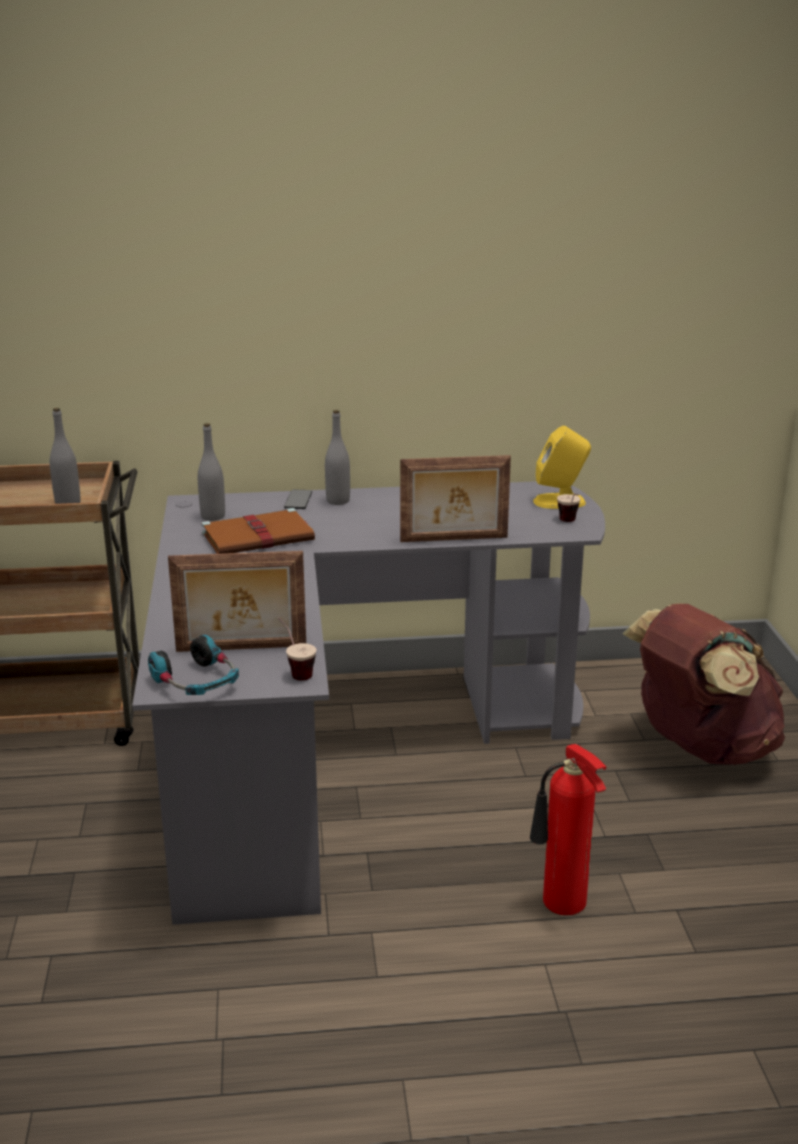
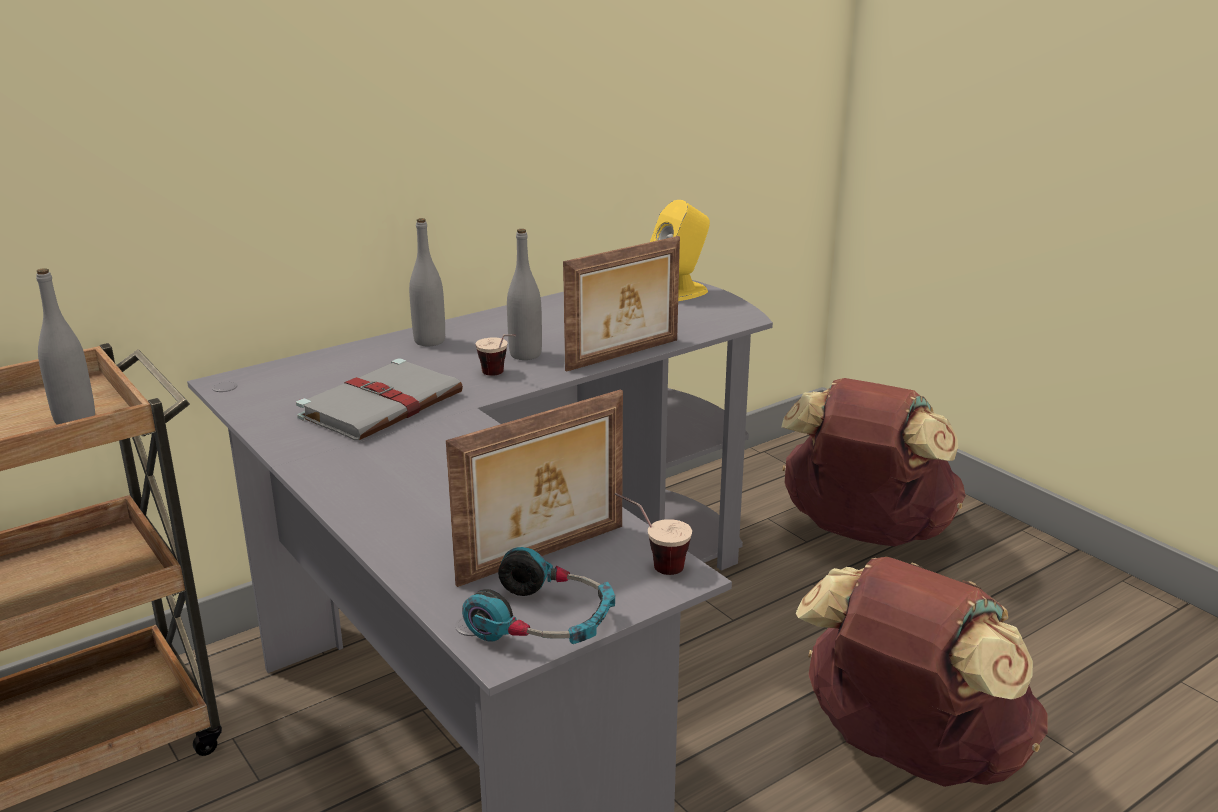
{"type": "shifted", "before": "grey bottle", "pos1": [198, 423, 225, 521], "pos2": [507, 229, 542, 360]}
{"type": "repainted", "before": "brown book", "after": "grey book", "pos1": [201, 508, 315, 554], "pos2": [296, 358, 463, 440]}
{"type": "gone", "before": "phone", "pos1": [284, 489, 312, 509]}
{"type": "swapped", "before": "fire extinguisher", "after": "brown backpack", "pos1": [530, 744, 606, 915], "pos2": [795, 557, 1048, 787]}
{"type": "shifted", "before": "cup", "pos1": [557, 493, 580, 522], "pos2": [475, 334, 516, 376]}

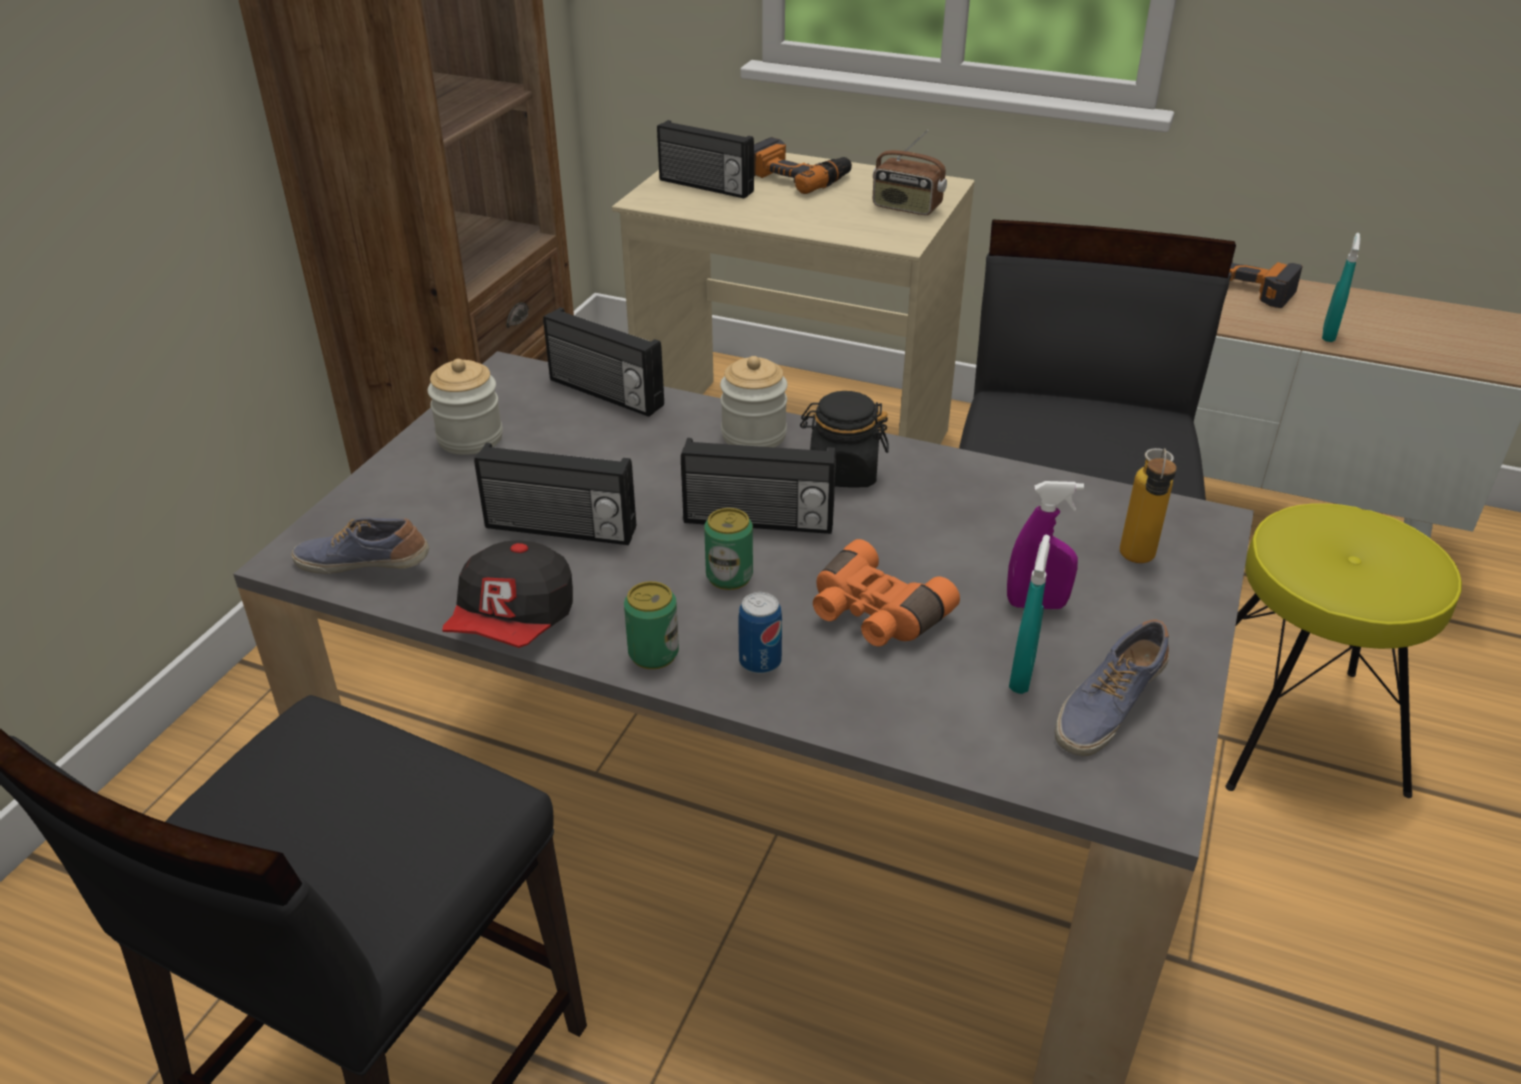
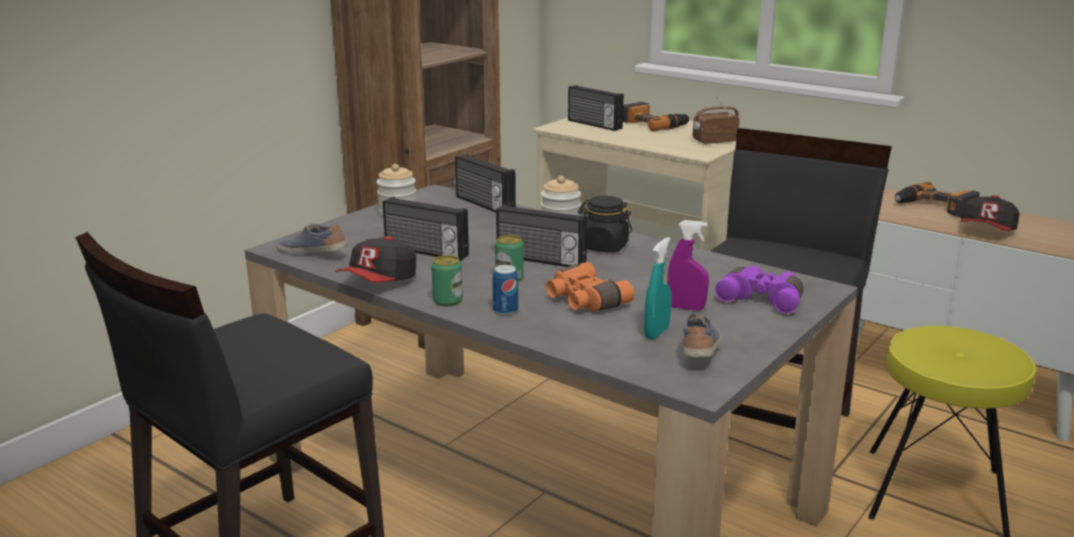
{"type": "rotated", "before": "radio", "pos1": [873, 130, 947, 215], "pos2": [693, 95, 740, 145], "turn": 120}
{"type": "rotated", "before": "shoe", "pos1": [1055, 619, 1169, 757], "pos2": [683, 313, 722, 357], "turn": 135}
{"type": "swapped", "before": "bottle", "after": "purple binoculars", "pos1": [1120, 448, 1177, 563], "pos2": [715, 266, 803, 314]}
{"type": "swapped", "before": "turquoise spray bottle", "after": "cap", "pos1": [1322, 233, 1361, 342], "pos2": [961, 195, 1020, 231]}

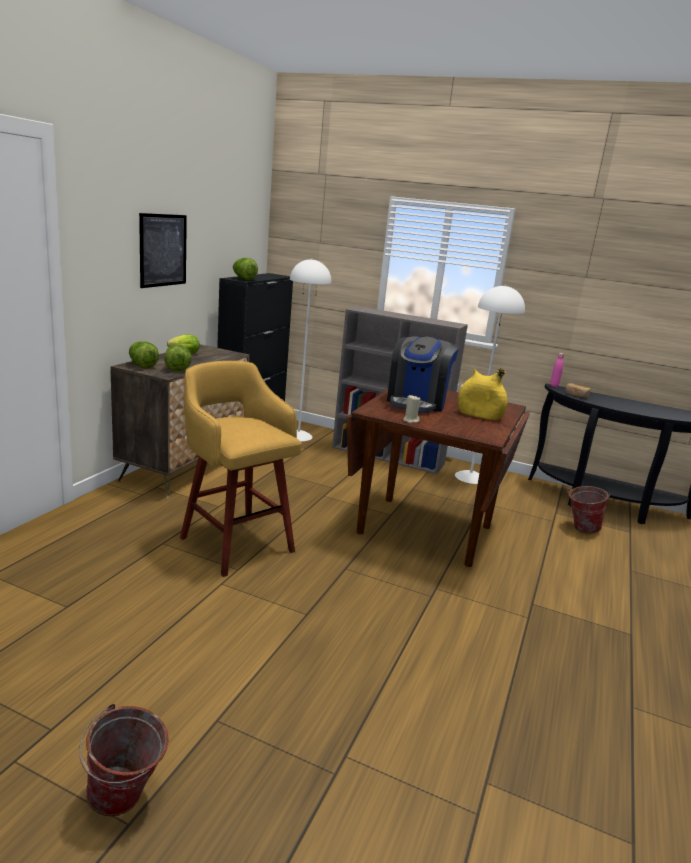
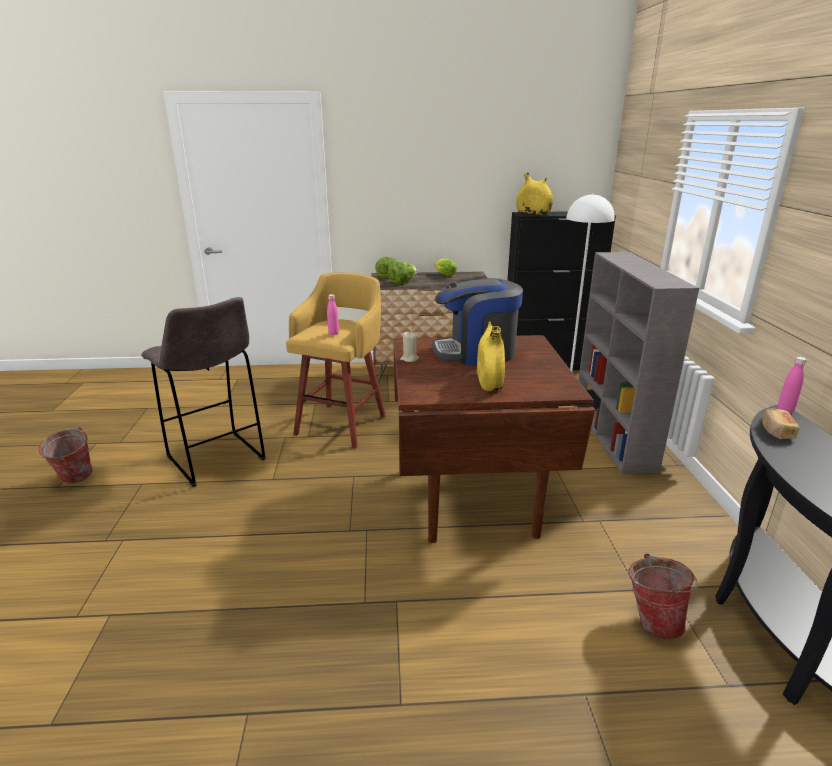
{"type": "gone", "before": "picture", "pos1": [139, 213, 187, 288]}
{"type": "swapped", "before": "lettuce", "after": "yellow vase", "pos1": [233, 258, 258, 280], "pos2": [516, 172, 553, 215]}
{"type": "gone", "before": "white floor lamp", "pos1": [455, 285, 525, 484]}
{"type": "new", "after": "grey stool", "pos2": [141, 297, 266, 487]}
{"type": "new", "after": "pink bottle", "pos2": [327, 294, 339, 335]}

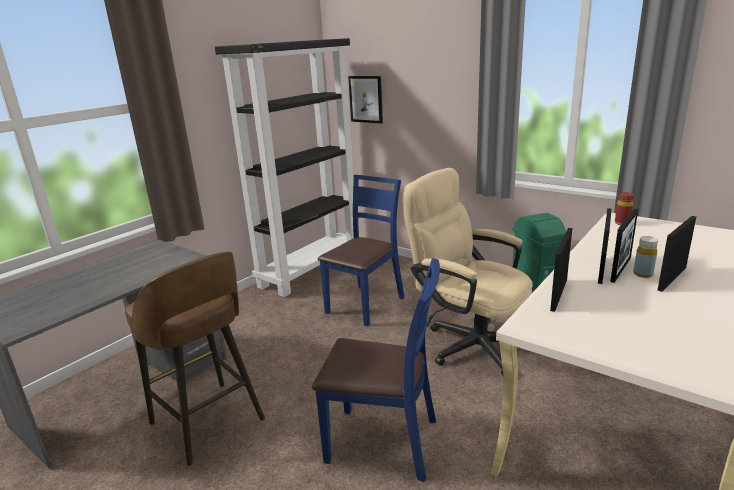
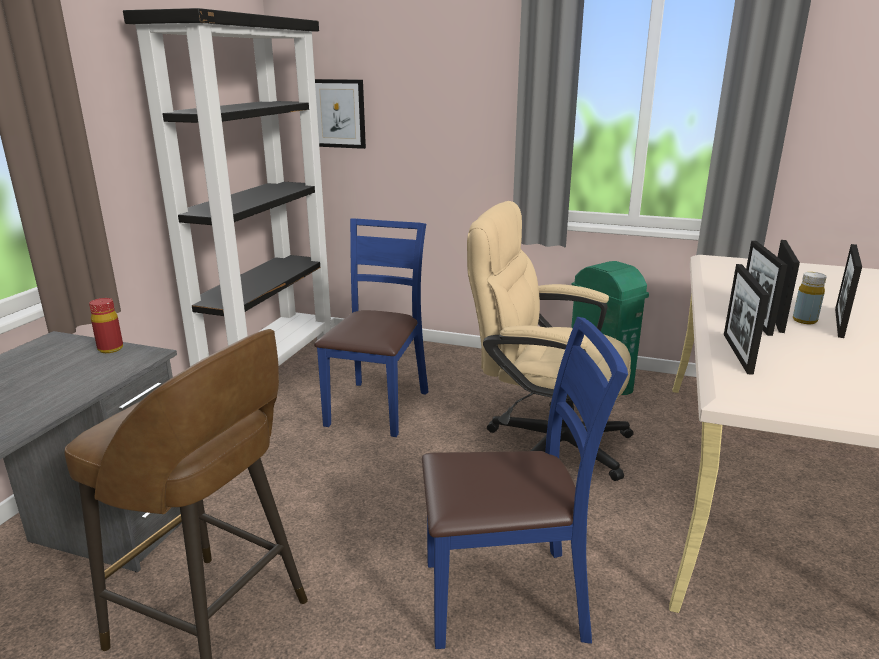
{"type": "shifted", "before": "red bottle", "pos1": [615, 192, 634, 225], "pos2": [89, 298, 123, 353]}

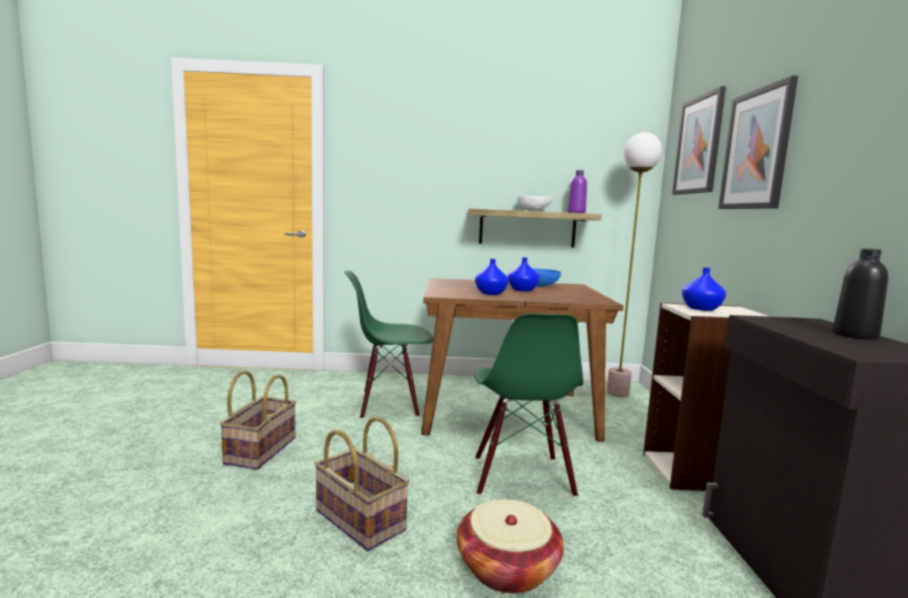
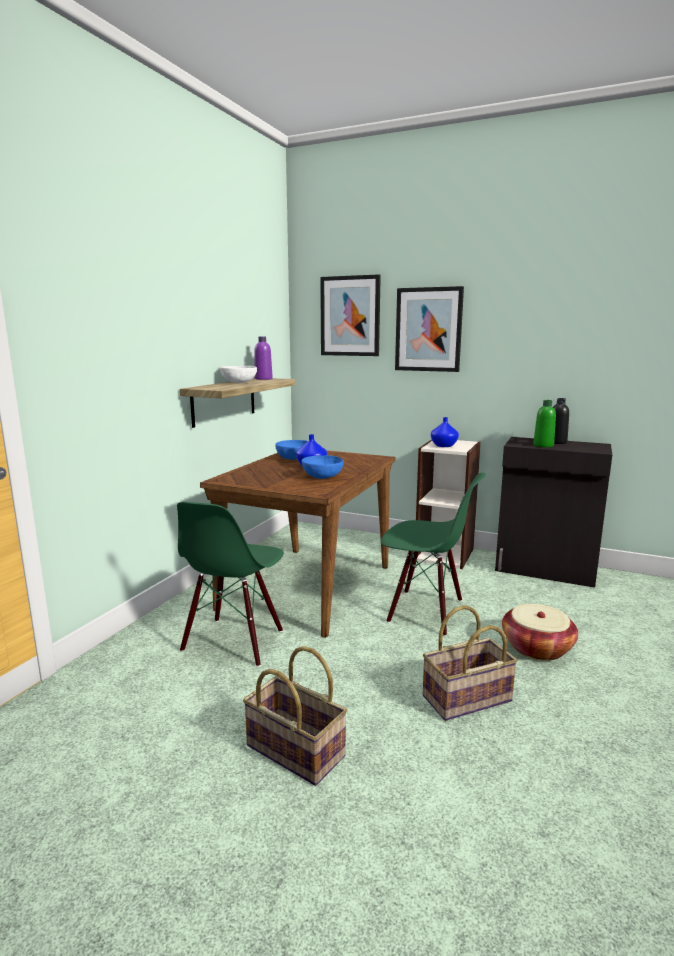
{"type": "swapped", "before": "blue vase", "after": "blue bowl", "pos1": [475, 259, 509, 295], "pos2": [302, 455, 344, 479]}
{"type": "gone", "before": "floor lamp", "pos1": [607, 132, 662, 397]}
{"type": "new", "after": "green bottle", "pos2": [533, 400, 556, 447]}

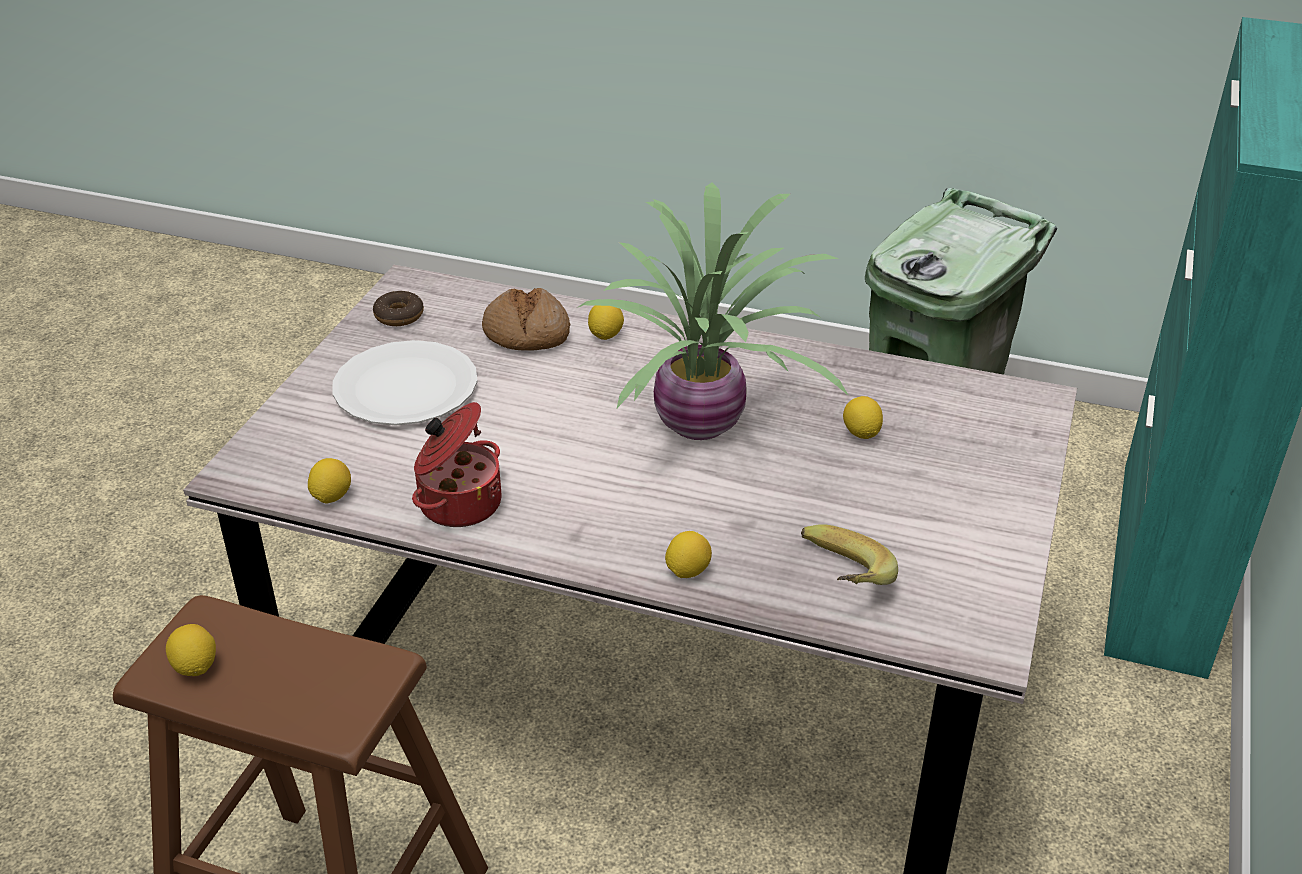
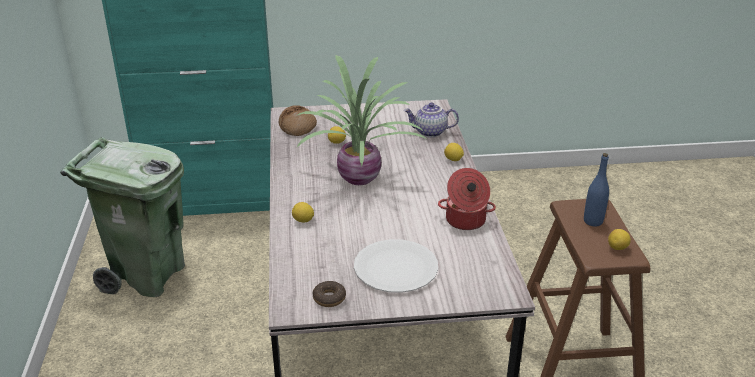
{"type": "gone", "before": "lemon", "pos1": [308, 458, 351, 503]}
{"type": "shifted", "before": "bread", "pos1": [482, 288, 571, 351], "pos2": [278, 105, 317, 136]}
{"type": "swapped", "before": "banana", "after": "teapot", "pos1": [801, 524, 898, 585], "pos2": [404, 102, 459, 137]}
{"type": "new", "after": "blue bottle", "pos2": [584, 153, 609, 226]}

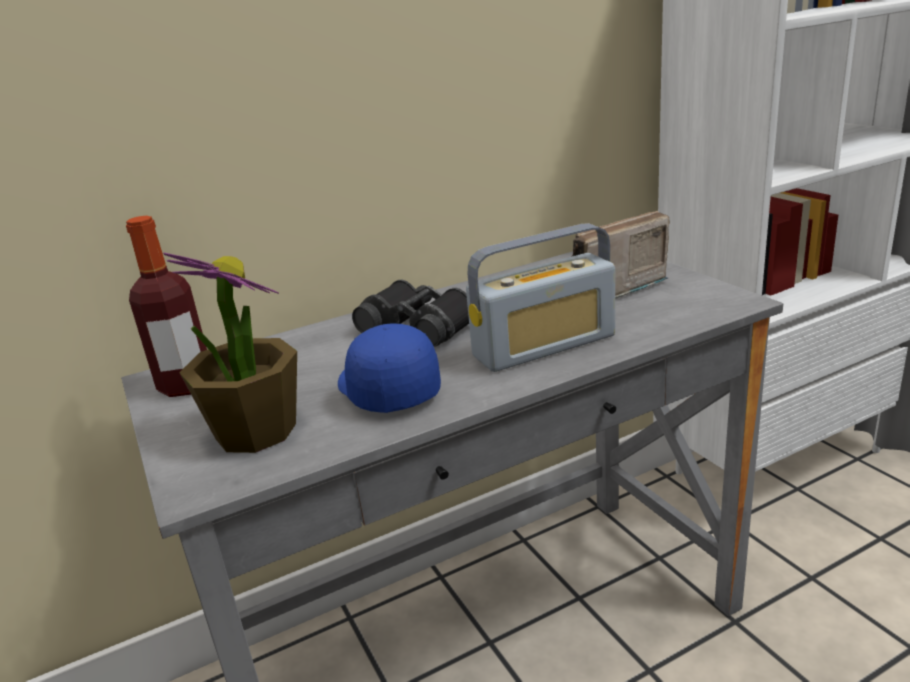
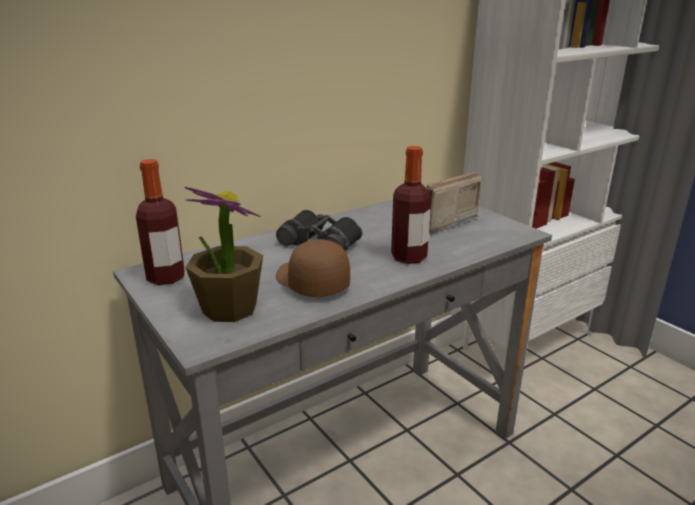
{"type": "repainted", "before": "blue cap", "after": "brown cap", "pos1": [338, 323, 441, 413], "pos2": [276, 239, 350, 298]}
{"type": "swapped", "before": "radio", "after": "bottle", "pos1": [466, 223, 615, 372], "pos2": [391, 146, 431, 264]}

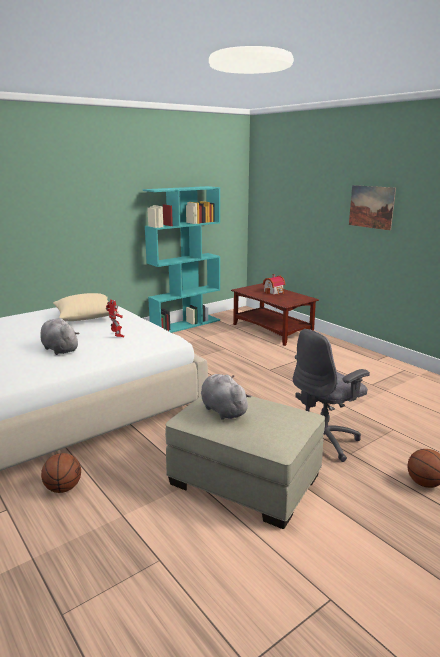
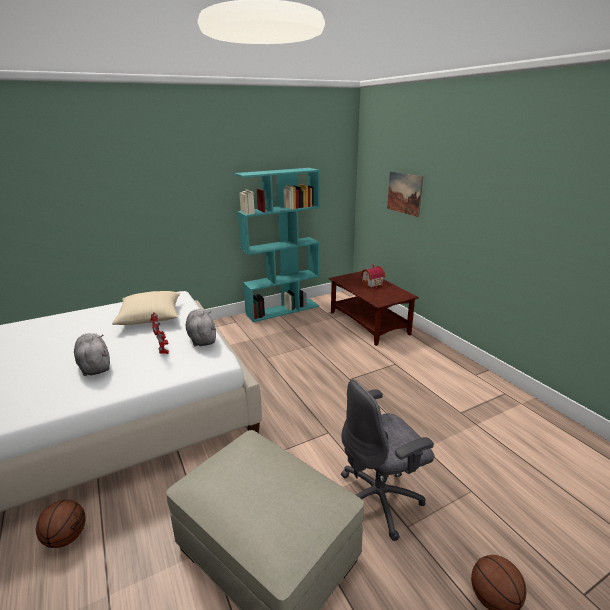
{"type": "shifted", "before": "grey plush toy", "pos1": [201, 374, 251, 420], "pos2": [186, 309, 216, 347]}
{"type": "shifted", "before": "picture", "pos1": [349, 185, 396, 231], "pos2": [387, 171, 423, 217]}

